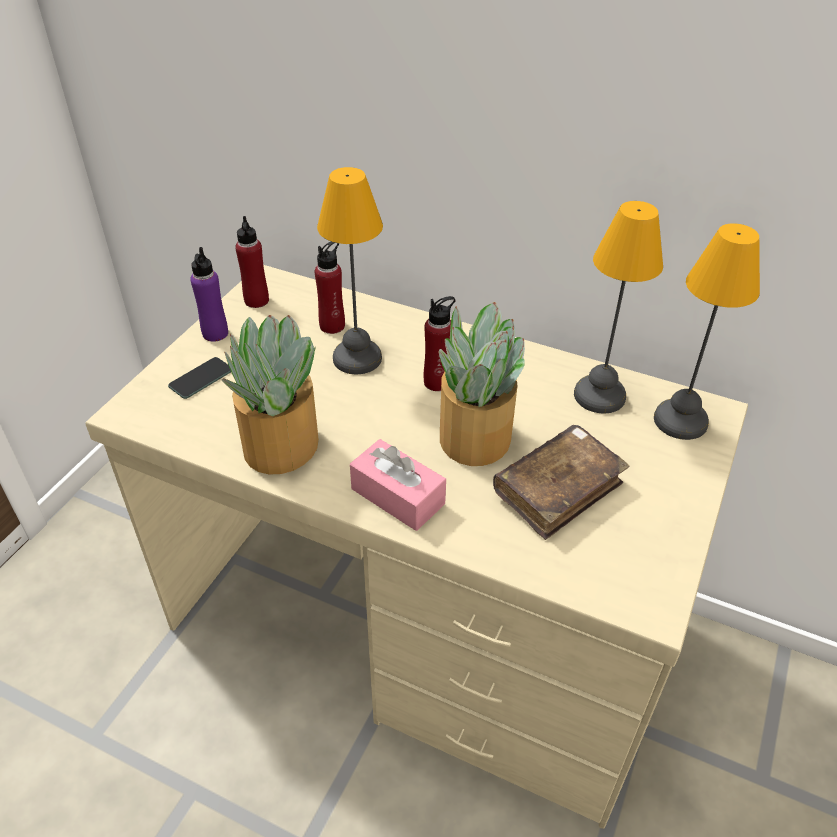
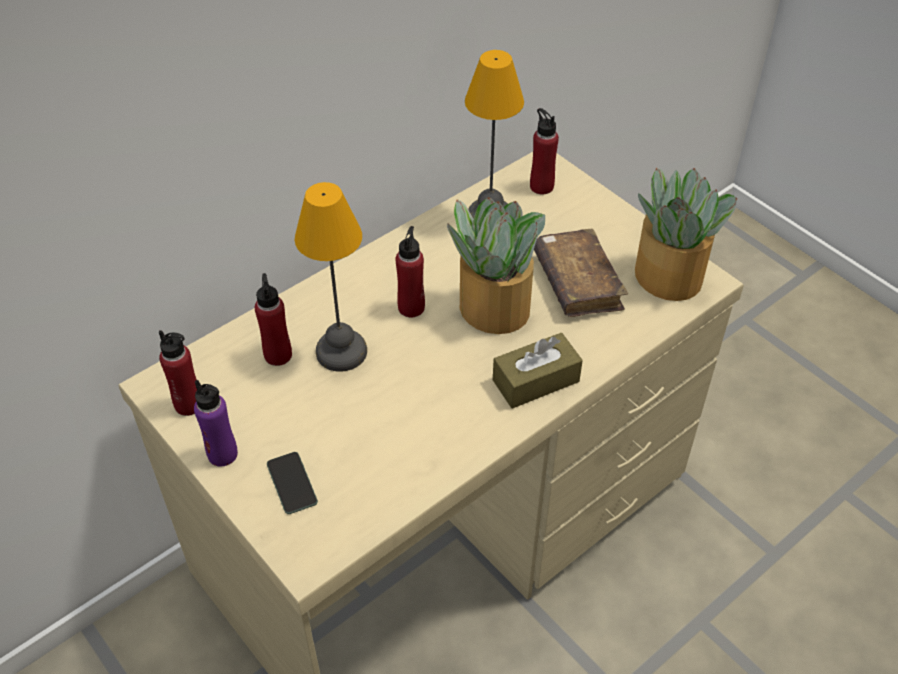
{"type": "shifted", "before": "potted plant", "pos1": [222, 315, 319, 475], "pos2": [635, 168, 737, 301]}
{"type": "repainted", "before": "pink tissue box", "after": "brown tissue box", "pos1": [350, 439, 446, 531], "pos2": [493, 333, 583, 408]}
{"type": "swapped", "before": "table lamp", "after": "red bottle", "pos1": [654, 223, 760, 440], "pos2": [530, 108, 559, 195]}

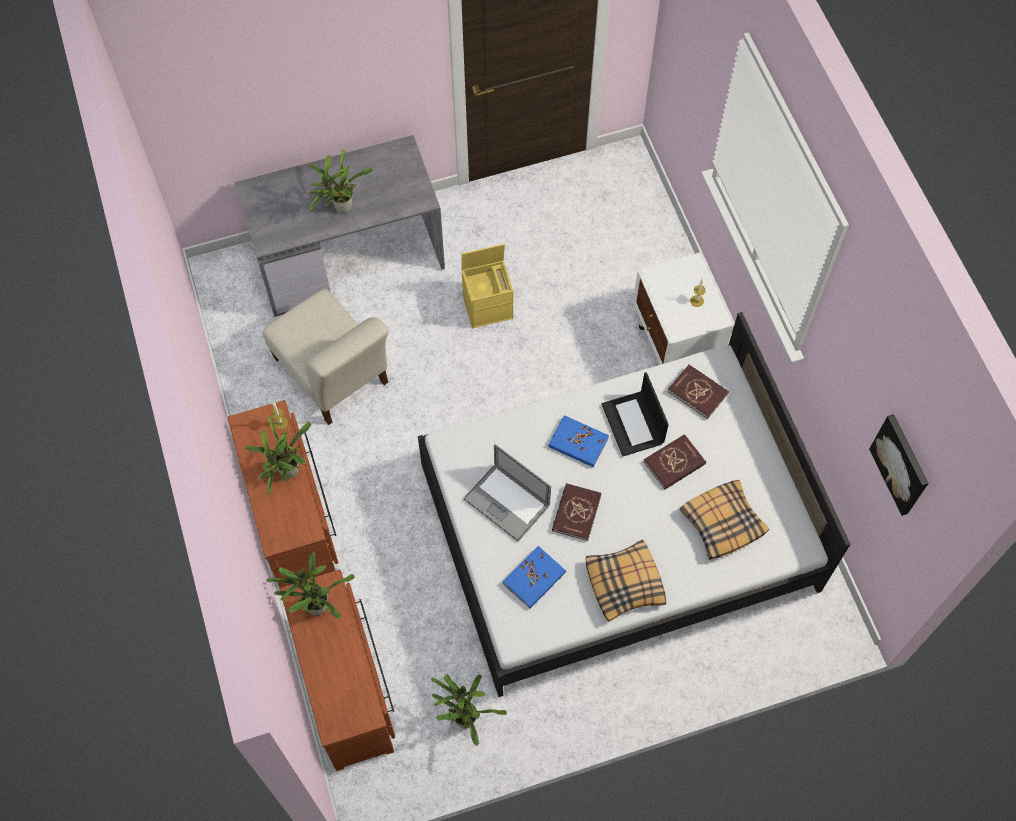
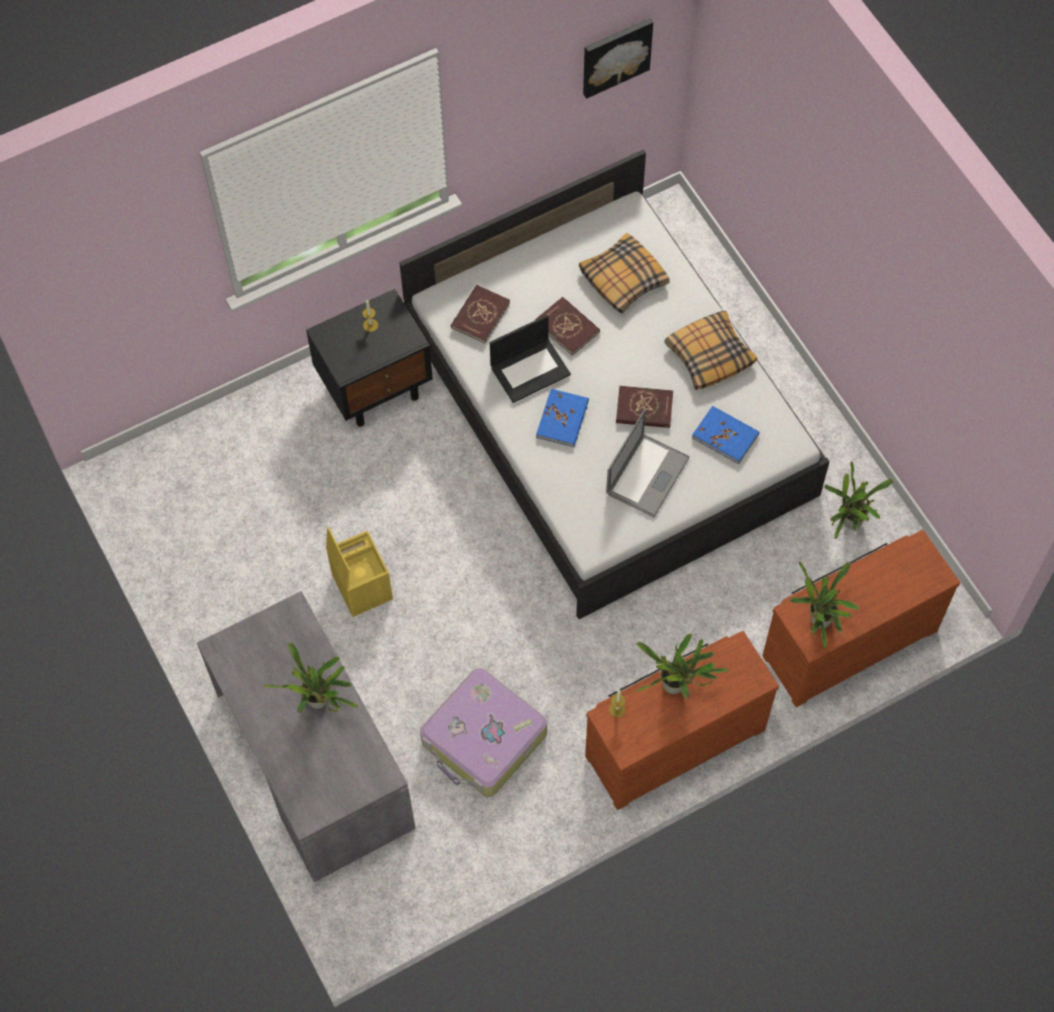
{"type": "swapped", "before": "beige chair", "after": "suitcase", "pos1": [263, 289, 388, 425], "pos2": [420, 668, 547, 797]}
{"type": "repainted", "before": "white nightstand", "after": "black nightstand", "pos1": [633, 253, 734, 365], "pos2": [306, 289, 433, 427]}

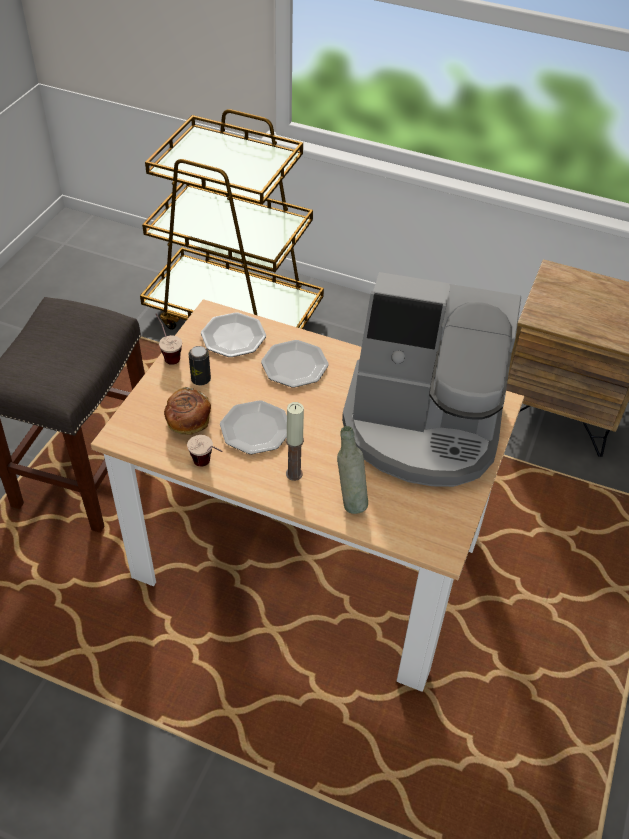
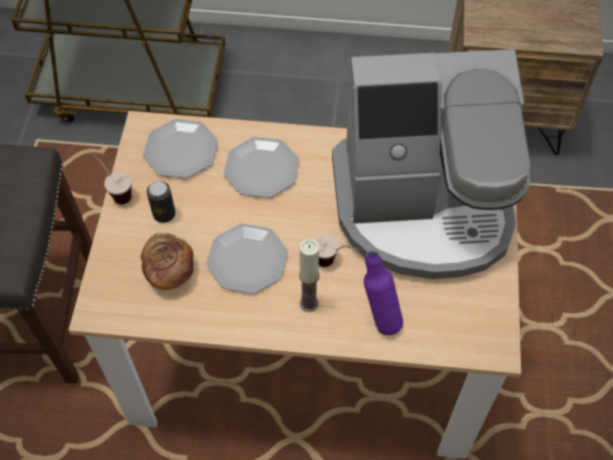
{"type": "shifted", "before": "cup", "pos1": [187, 435, 223, 467], "pos2": [313, 233, 360, 267]}
{"type": "repainted", "before": "grey bottle", "after": "purple bottle", "pos1": [337, 426, 368, 514], "pos2": [364, 251, 403, 335]}

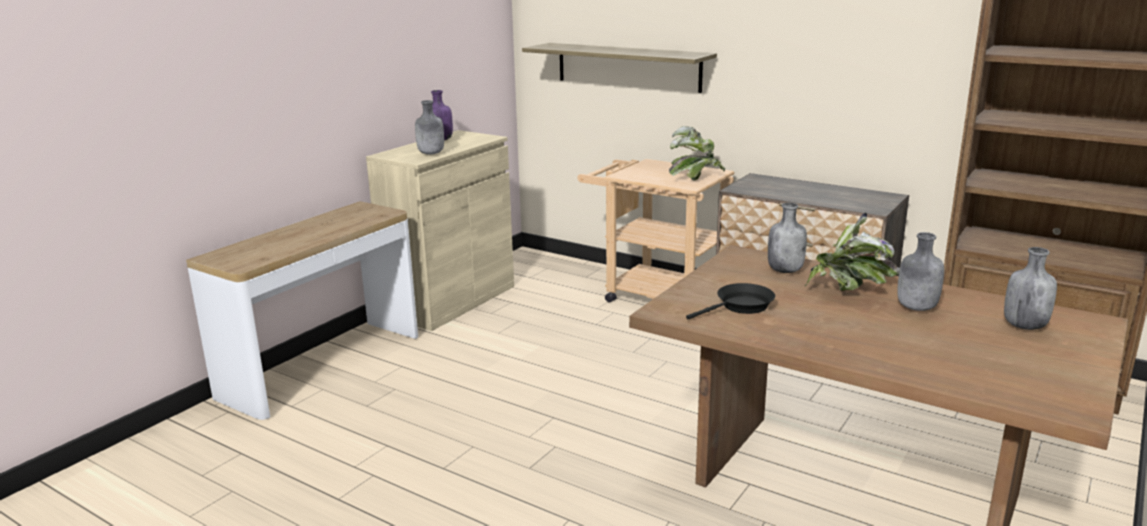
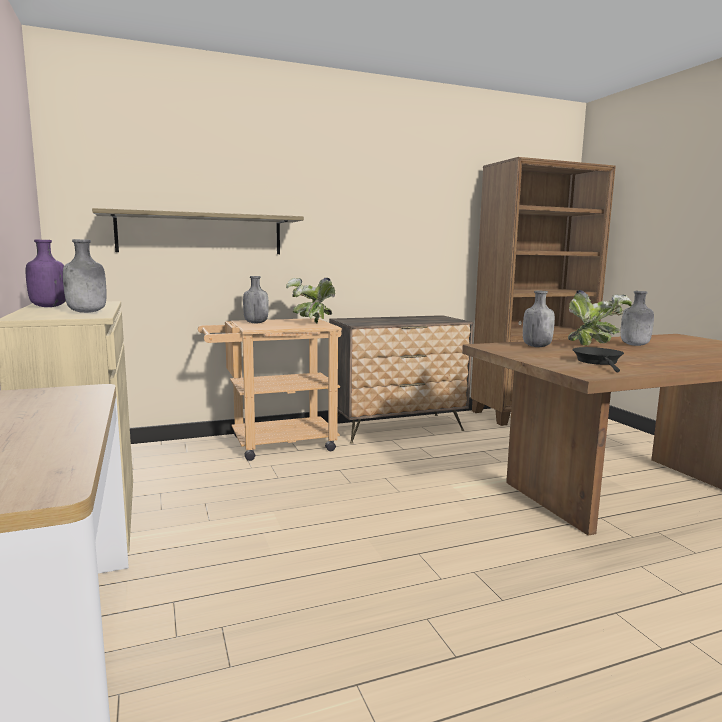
{"type": "shifted", "before": "grey bottle", "pos1": [1004, 247, 1057, 330], "pos2": [243, 276, 269, 323]}

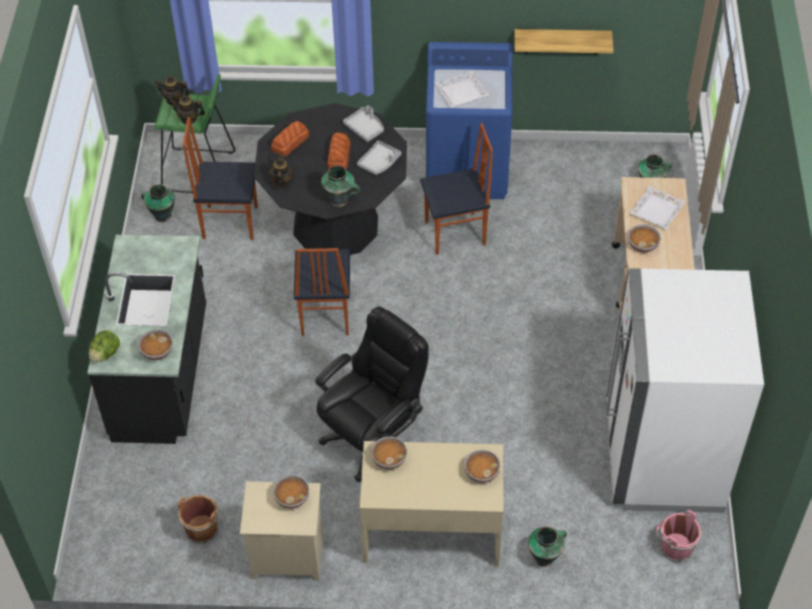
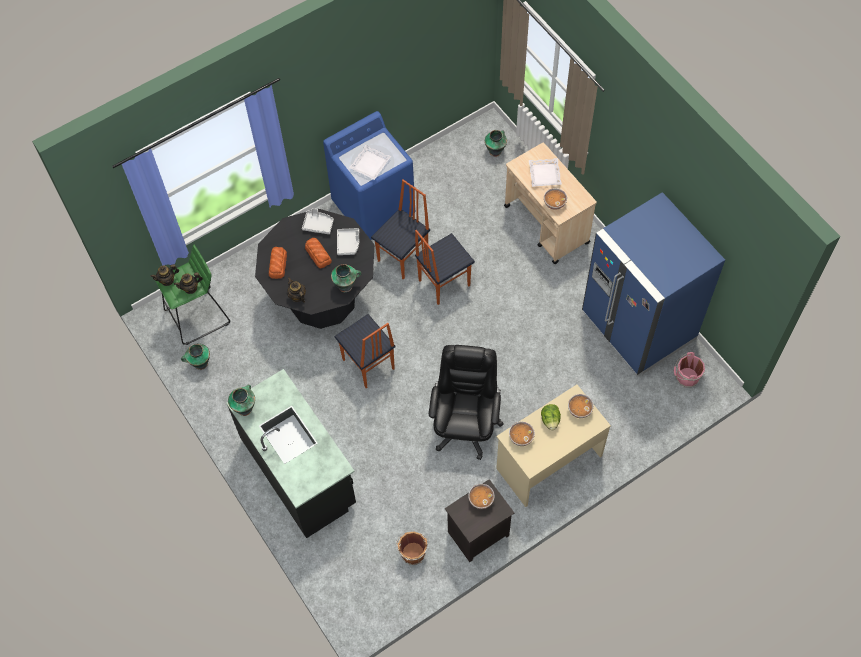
{"type": "shifted", "before": "lettuce", "pos1": [89, 330, 120, 362], "pos2": [541, 404, 561, 430]}
{"type": "gone", "before": "bowl", "pos1": [138, 329, 173, 360]}
{"type": "shifted", "before": "chair", "pos1": [183, 117, 258, 240], "pos2": [415, 230, 475, 305]}
{"type": "repainted", "before": "beige nightstand", "after": "black nightstand", "pos1": [240, 481, 323, 581], "pos2": [445, 479, 514, 562]}
{"type": "gone", "before": "shelf", "pos1": [514, 29, 614, 55]}
{"type": "shifted", "before": "vase", "pos1": [528, 527, 567, 567], "pos2": [228, 385, 255, 416]}
{"type": "repainted", "before": "white fridge", "after": "blue fridge", "pos1": [606, 268, 764, 513], "pos2": [582, 192, 725, 377]}

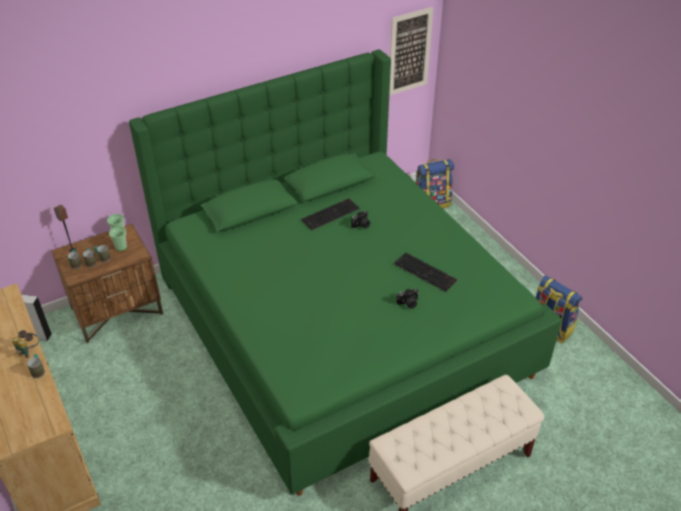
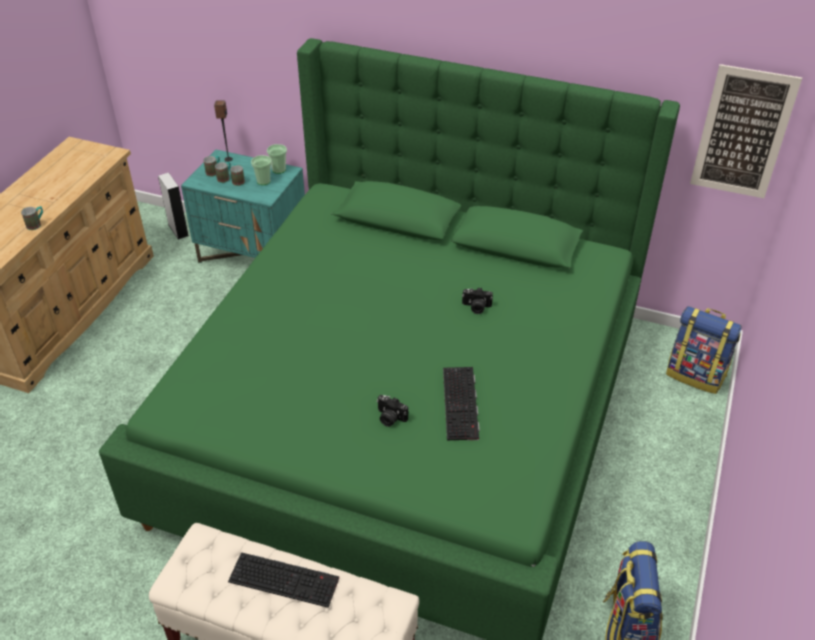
{"type": "gone", "before": "binoculars", "pos1": [11, 330, 39, 358]}
{"type": "repainted", "before": "brown nightstand", "after": "turquoise nightstand", "pos1": [51, 224, 163, 343], "pos2": [181, 150, 305, 263]}
{"type": "shifted", "before": "keyboard", "pos1": [301, 198, 360, 230], "pos2": [228, 552, 339, 608]}

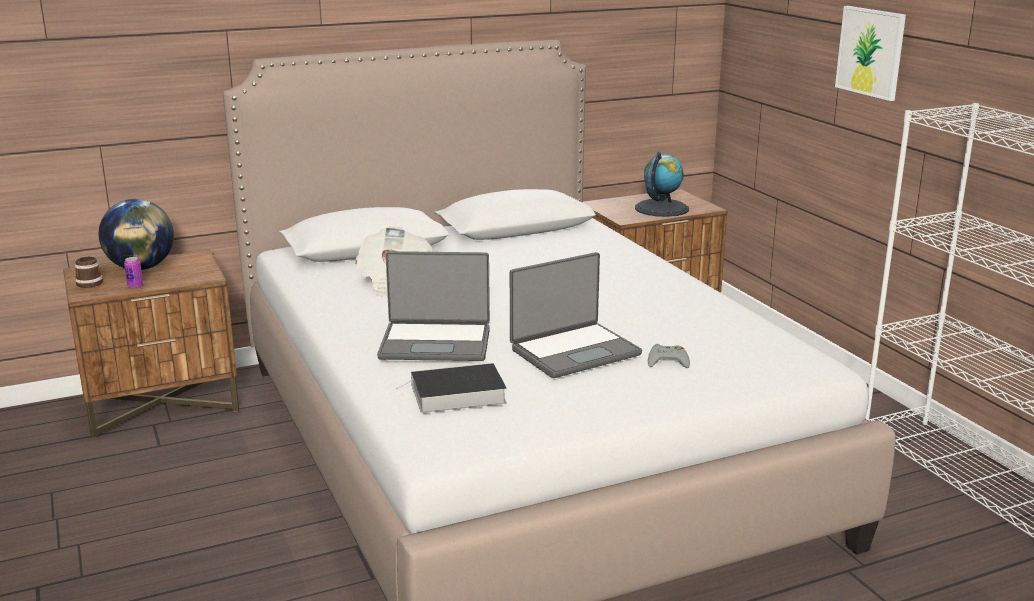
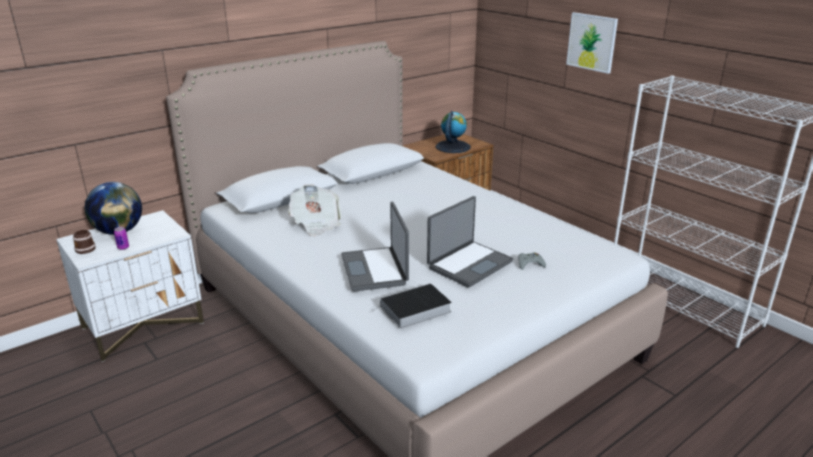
{"type": "repainted", "before": "brown nightstand", "after": "white nightstand", "pos1": [63, 250, 240, 439], "pos2": [56, 210, 204, 362]}
{"type": "rotated", "before": "laptop", "pos1": [377, 251, 490, 361], "pos2": [341, 202, 409, 292], "turn": 90}

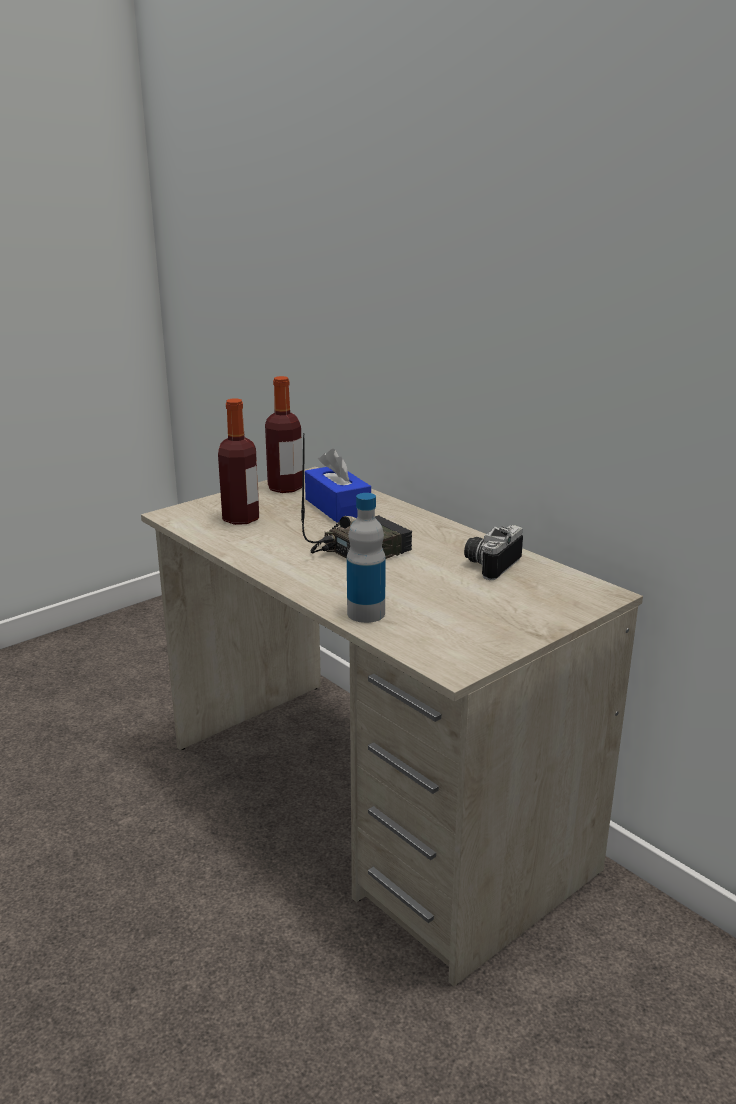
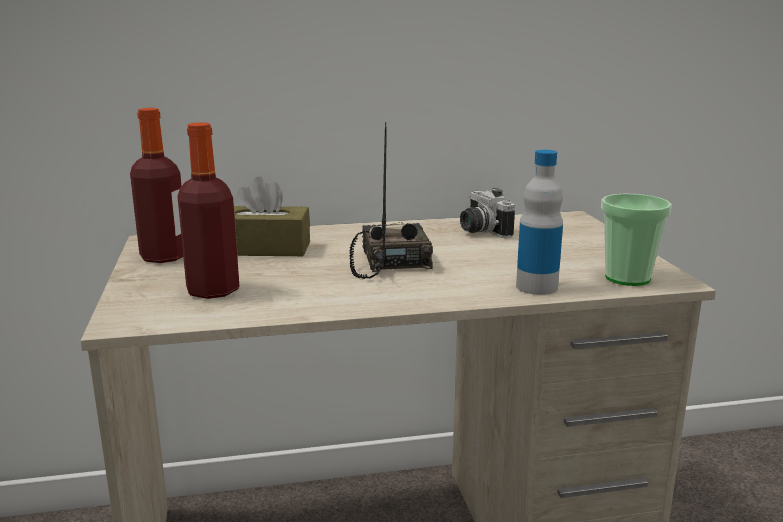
{"type": "repainted", "before": "blue tissue box", "after": "brown tissue box", "pos1": [305, 449, 371, 523], "pos2": [234, 176, 310, 256]}
{"type": "new", "after": "cup", "pos2": [601, 194, 672, 286]}

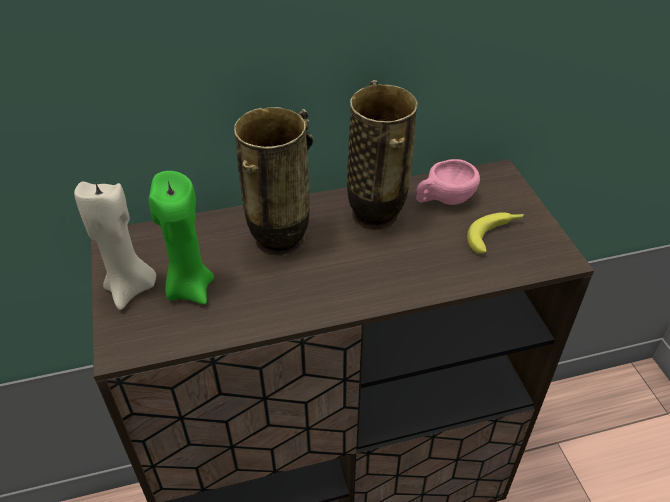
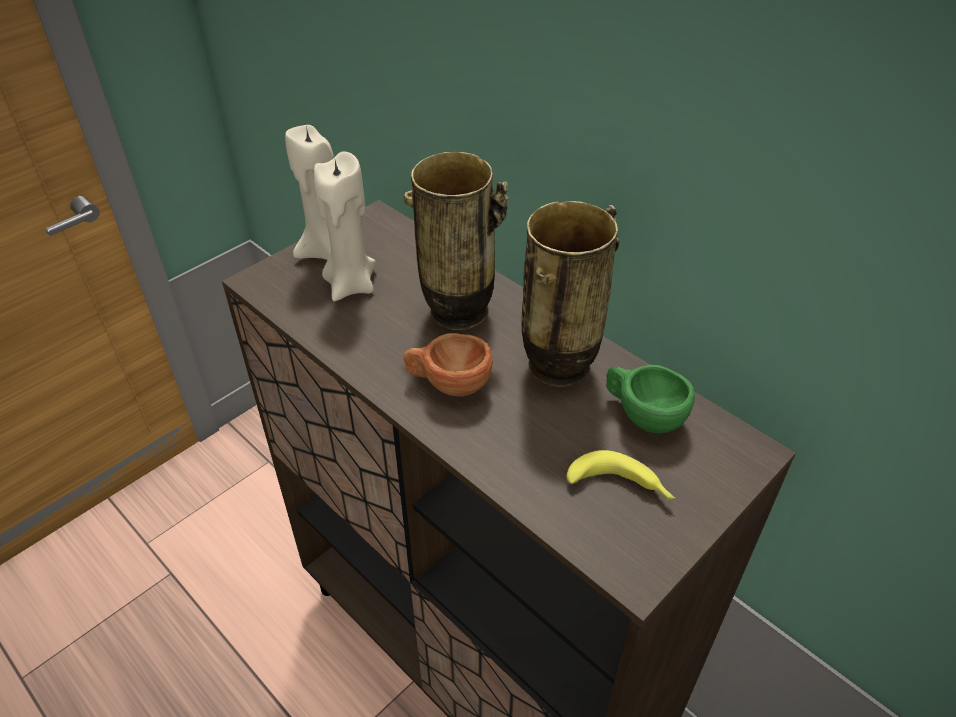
{"type": "repainted", "before": "green candle", "after": "beige candle", "pos1": [149, 171, 214, 304], "pos2": [314, 151, 375, 302]}
{"type": "repainted", "before": "pink cup", "after": "green cup", "pos1": [416, 159, 480, 205], "pos2": [606, 365, 695, 433]}
{"type": "new", "after": "brown cup", "pos2": [404, 333, 493, 396]}

